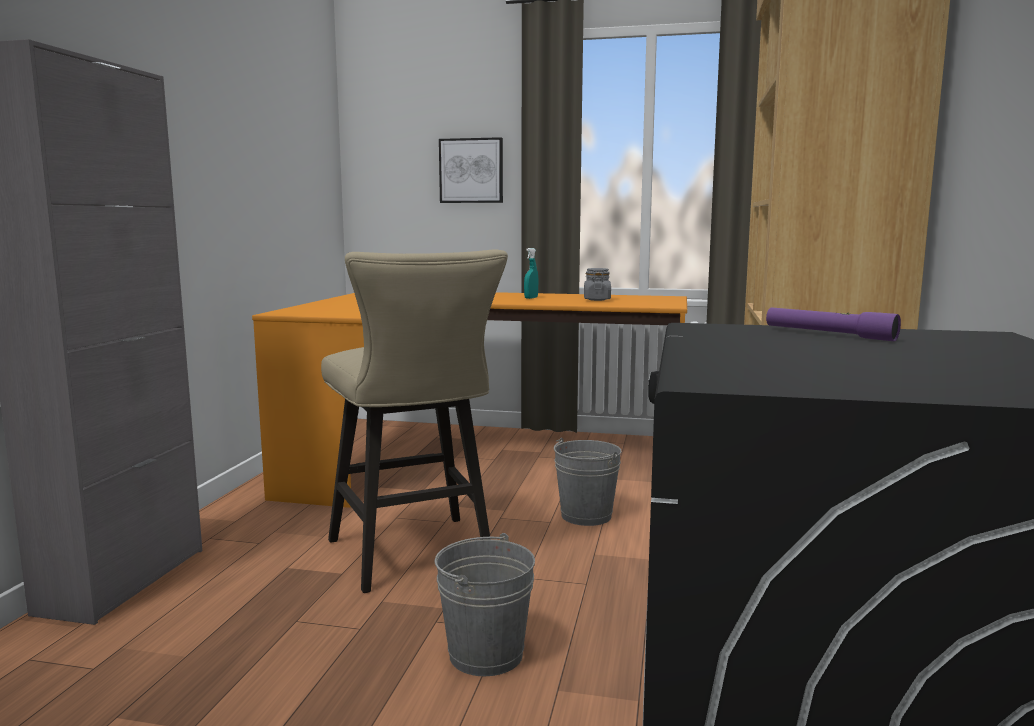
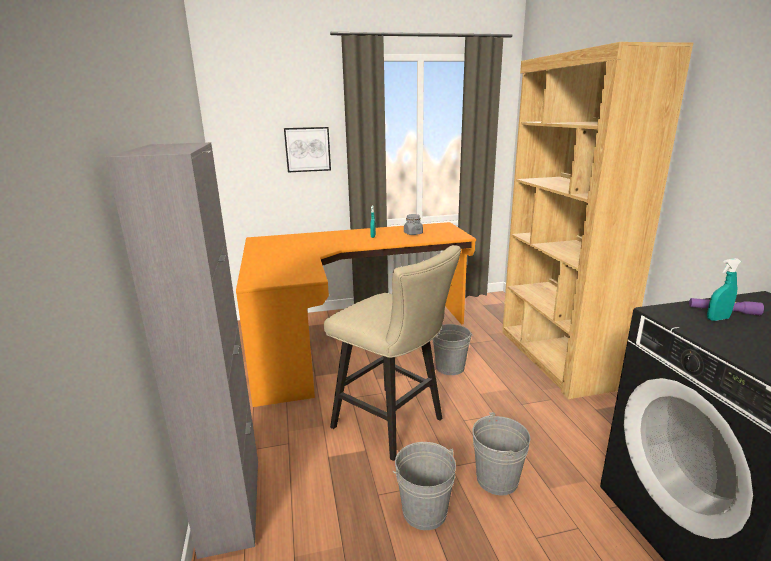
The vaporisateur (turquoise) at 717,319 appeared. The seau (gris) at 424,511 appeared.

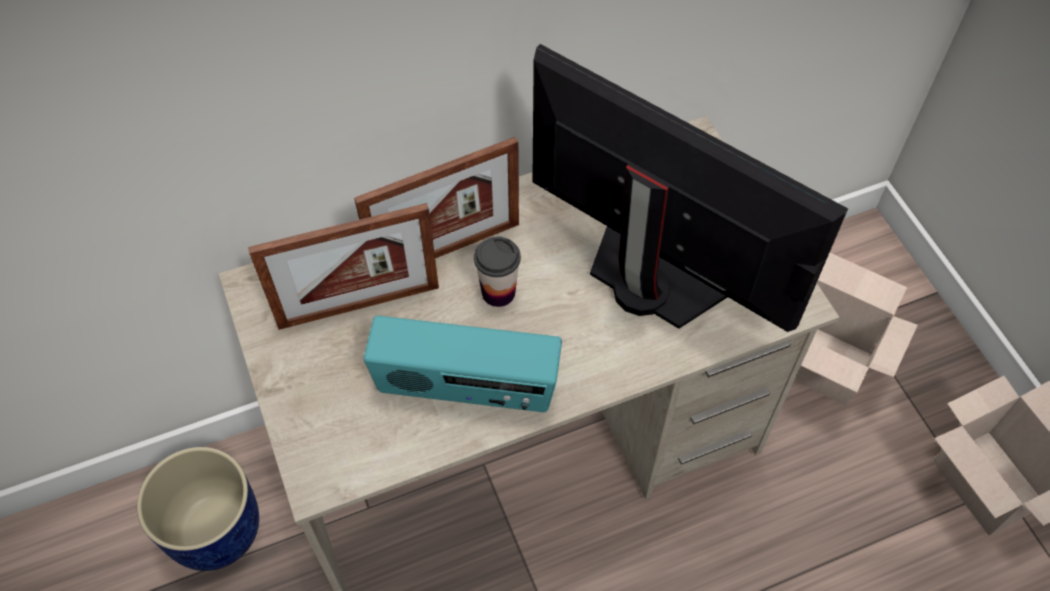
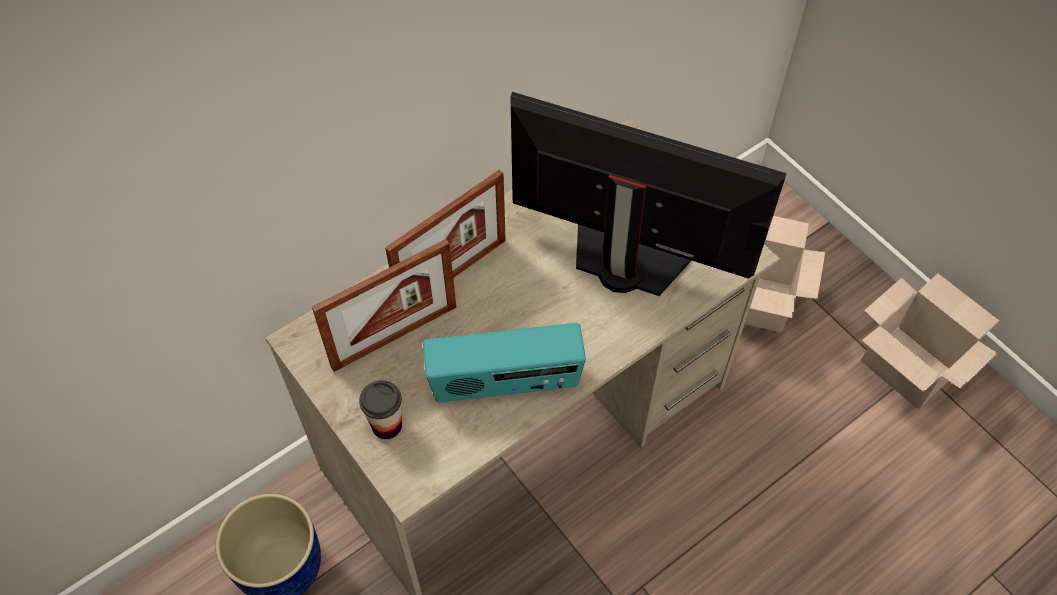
The tasse moved from 498,292 to 387,425.

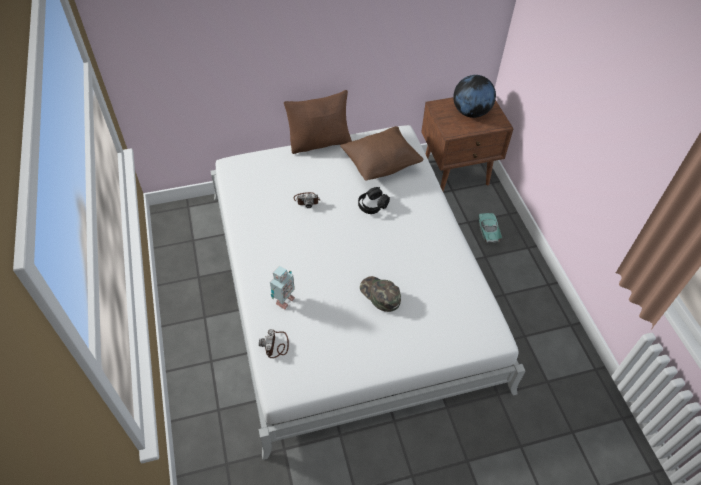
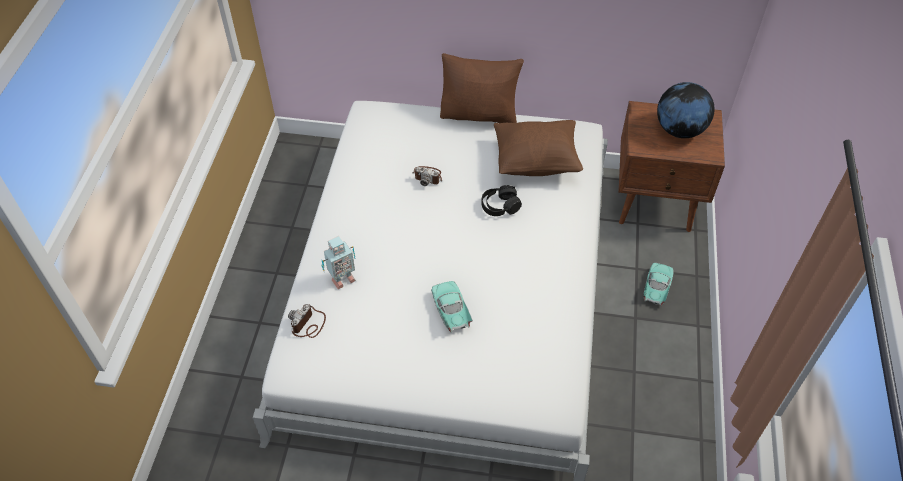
The casquette (vert) at 380,295 was replaced by the petite voiture (turquoise) at 451,311.

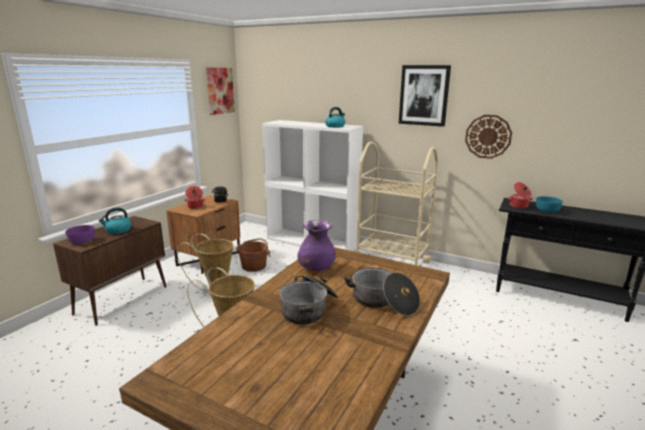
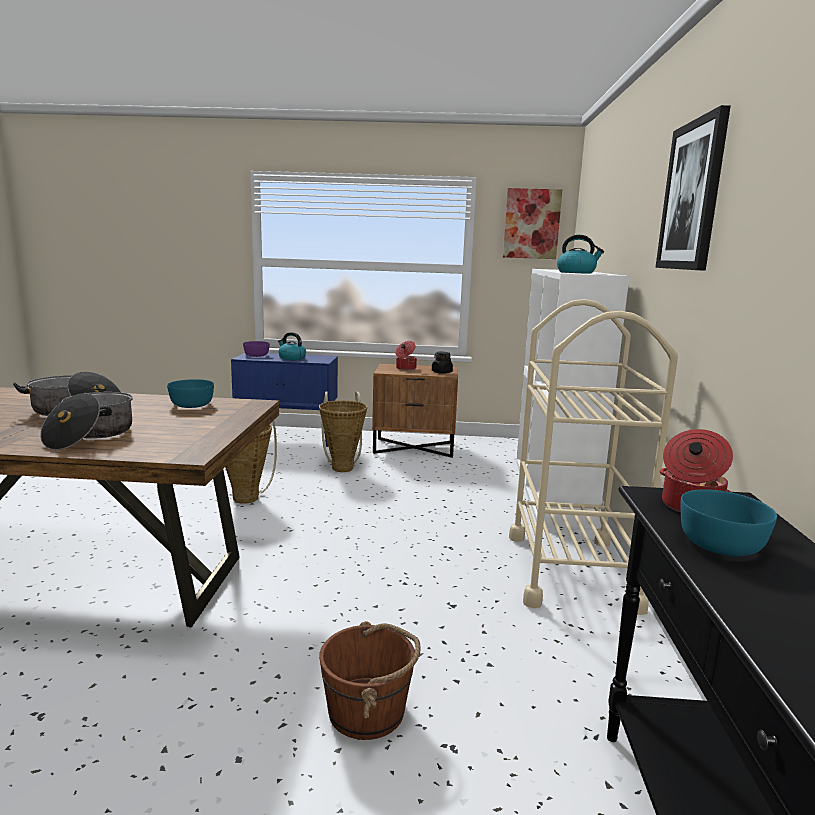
The horloge murale at 488,136 disappeared. The meuble de rangement (marron) at 123,299 became the meuble de rangement (bleu) at 288,438. The vase (violet) at 316,268 was replaced by the bol (turquoise) at 191,405. The seau (marron) moved from 254,266 to 368,711.

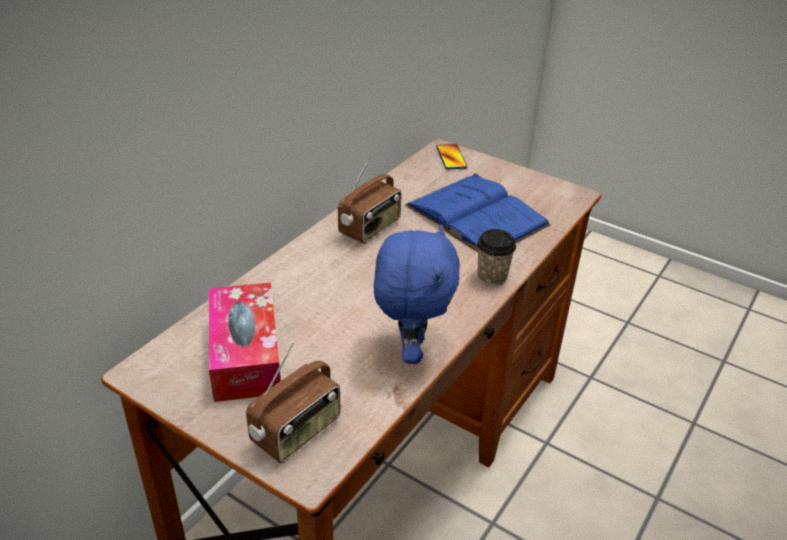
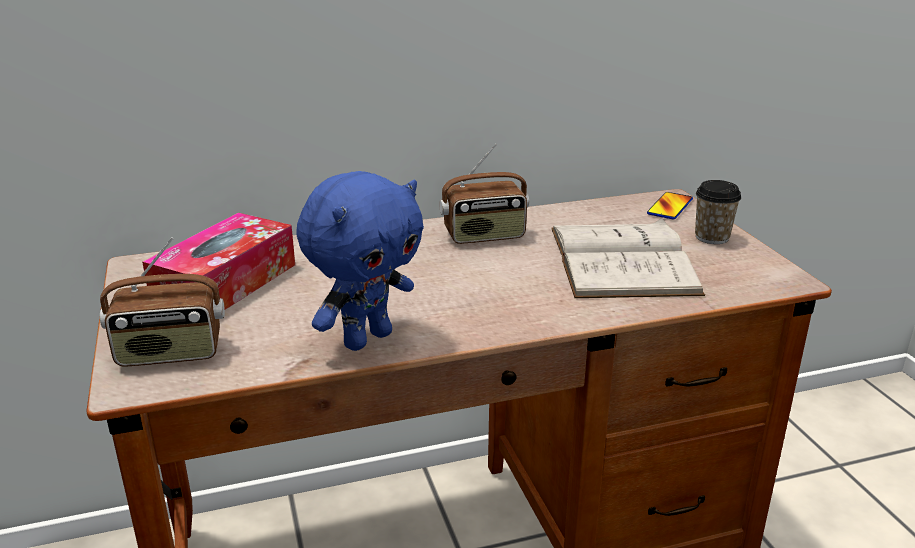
The livre (bleu) at 476,215 became the livre (blanc) at 622,260. The tasse moved from 492,277 to 712,237.

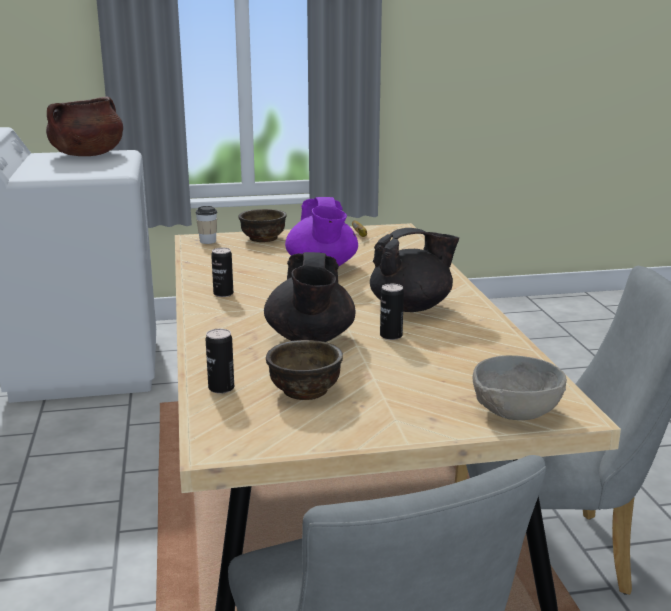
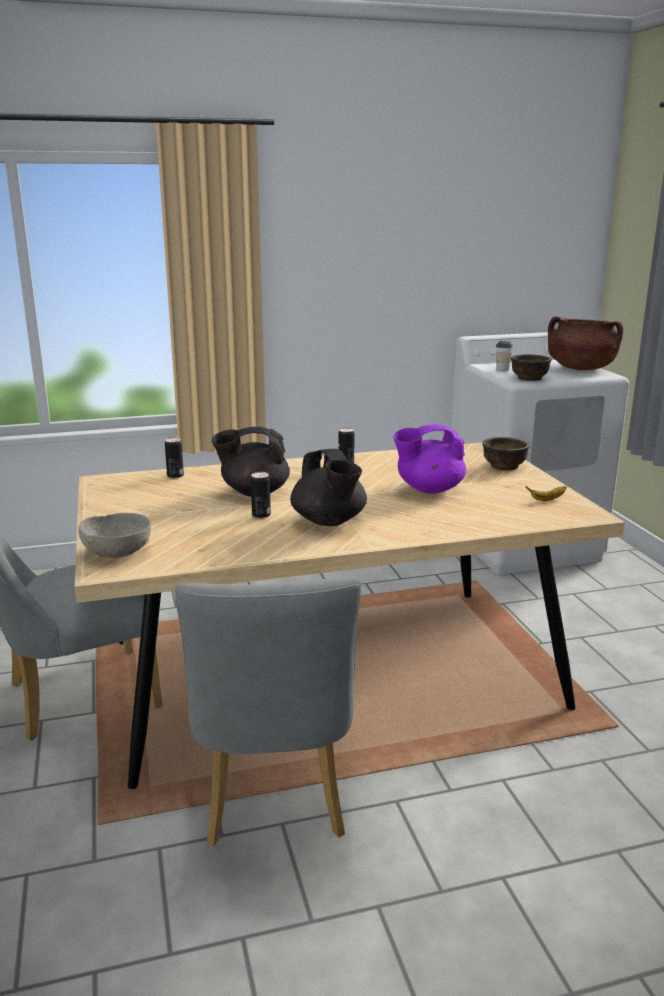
The tasse moved from 208,241 to 502,369. The bol (marron) moved from 305,391 to 529,378.

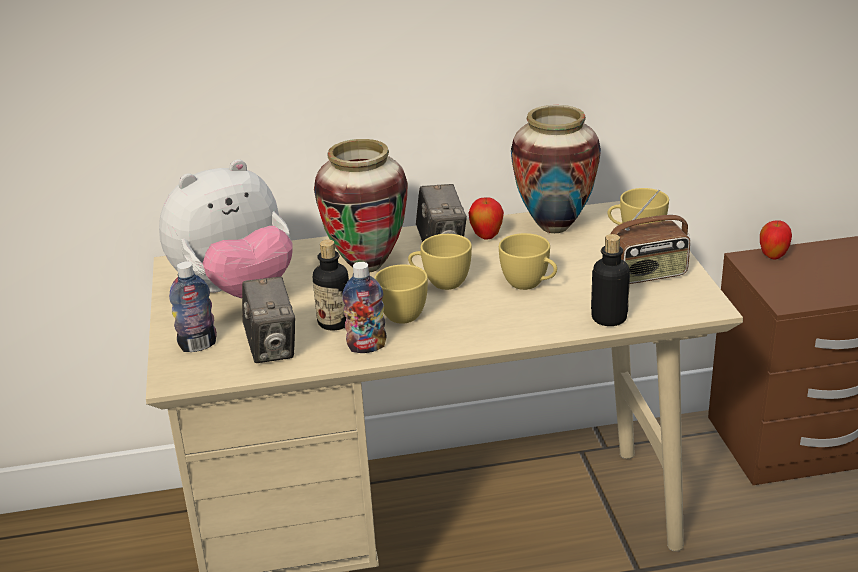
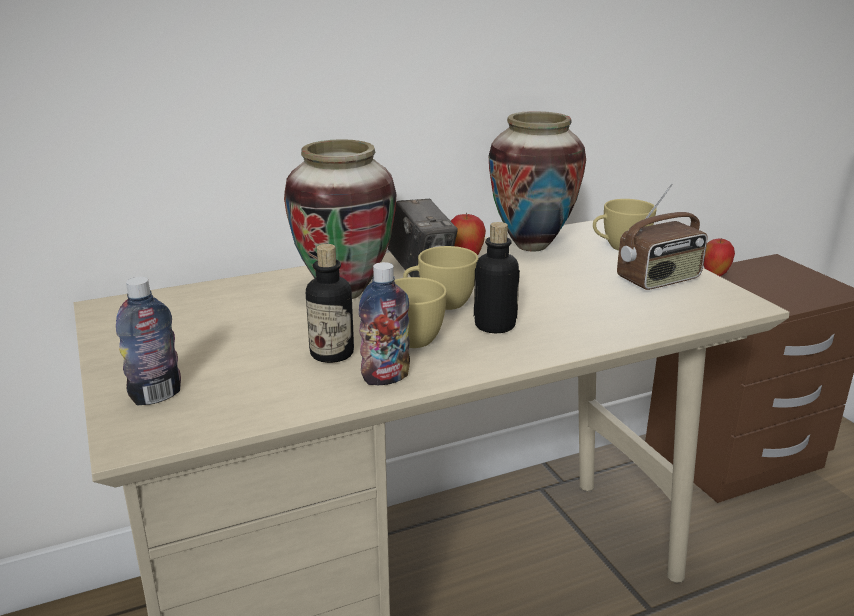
The peluche at 236,290 disappeared. The tasse (jaune) at 529,284 disappeared. The bouteille moved from 609,318 to 495,325. The appareil photo at 272,348 disappeared.

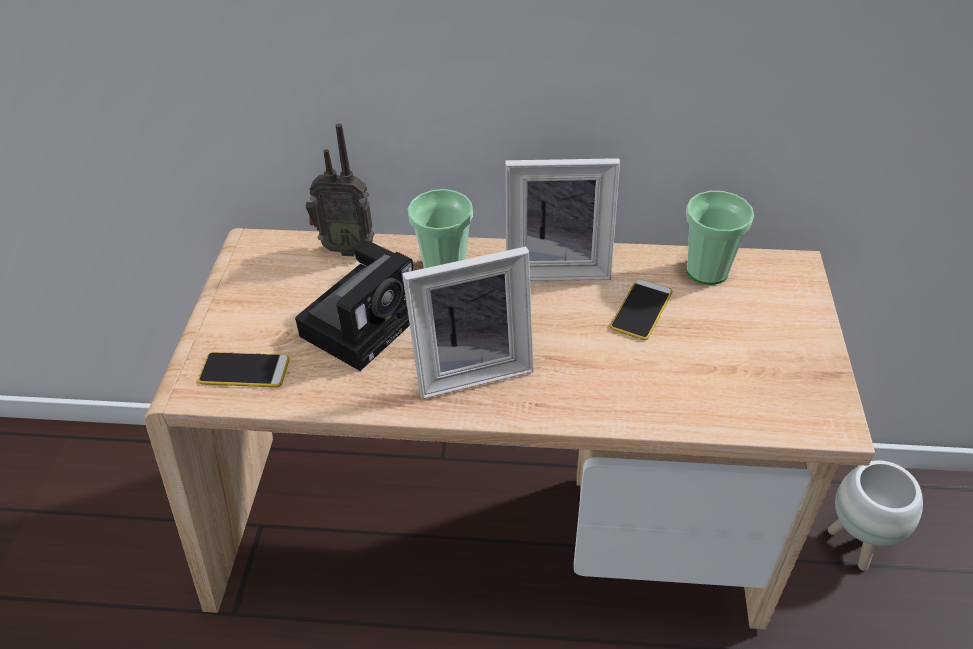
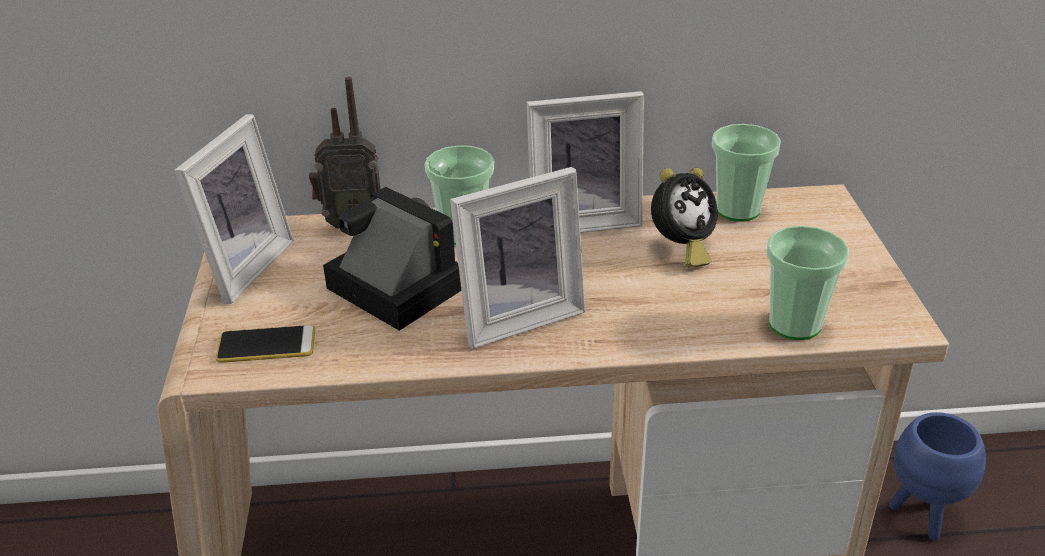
The appareil photo at 365,320 turned 75 degrees counterclockwise. The téléphone at 641,310 was replaced by the réveil at 681,249. The cache-pot (blanc) at 857,545 became the cache-pot (bleu) at 923,516. The cadre photo at 241,267 appeared. The tasse at 794,324 appeared.

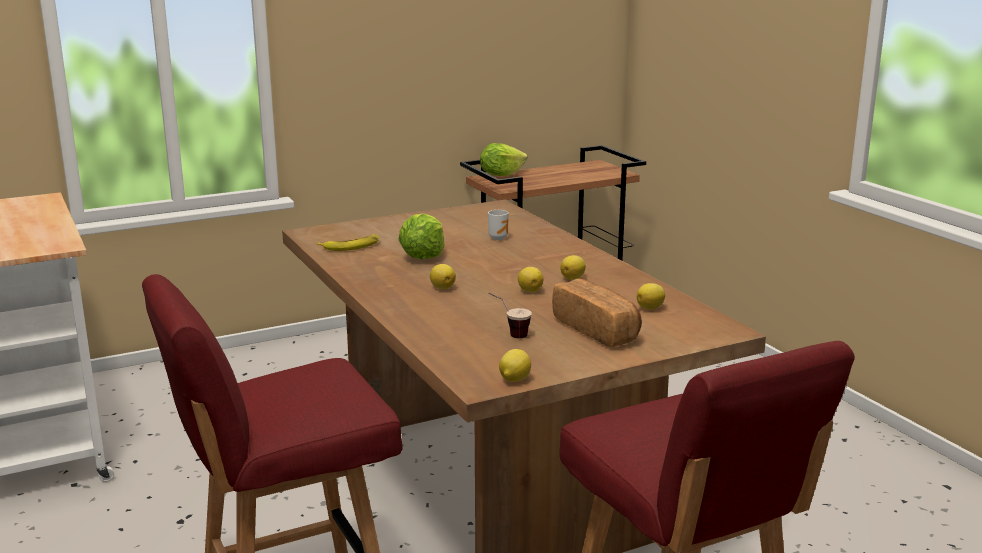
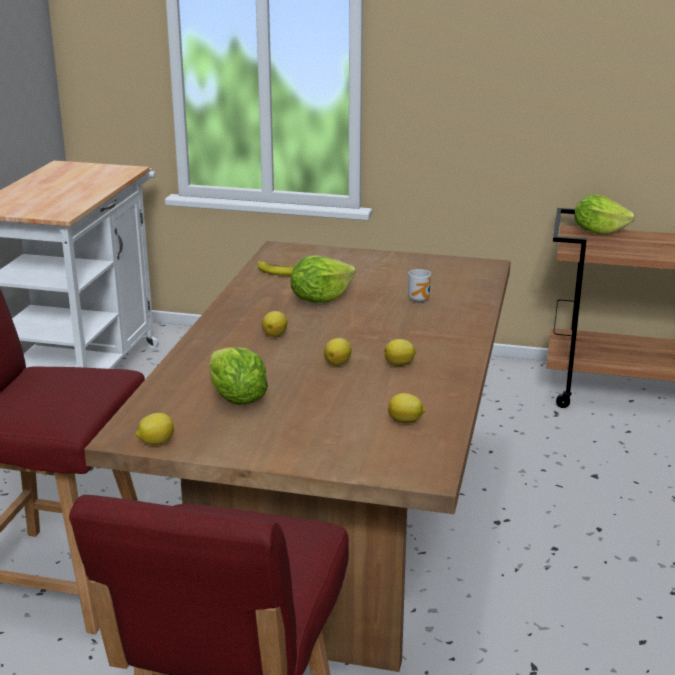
The pain at 597,330 disappeared. The tasse at 509,334 was replaced by the laitue at 236,399.

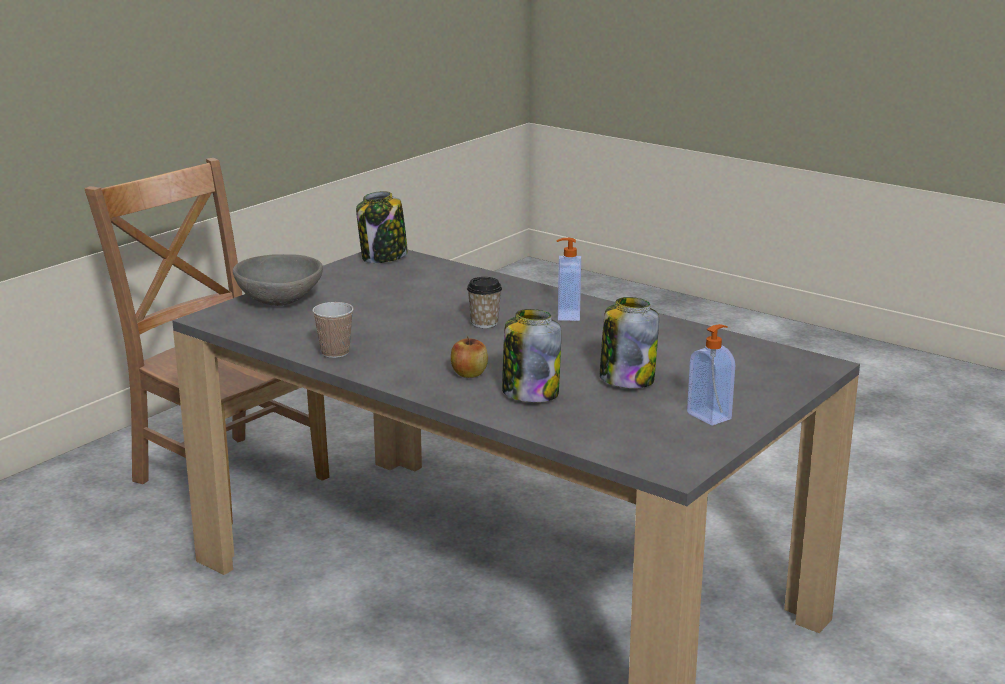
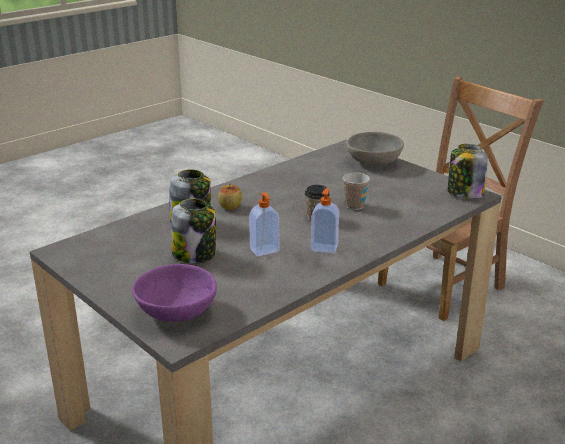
The tasse moved from 335,352 to 354,206. The distributeur de savon moved from 710,416 to 265,251. The bol (violet) at 177,312 appeared.

